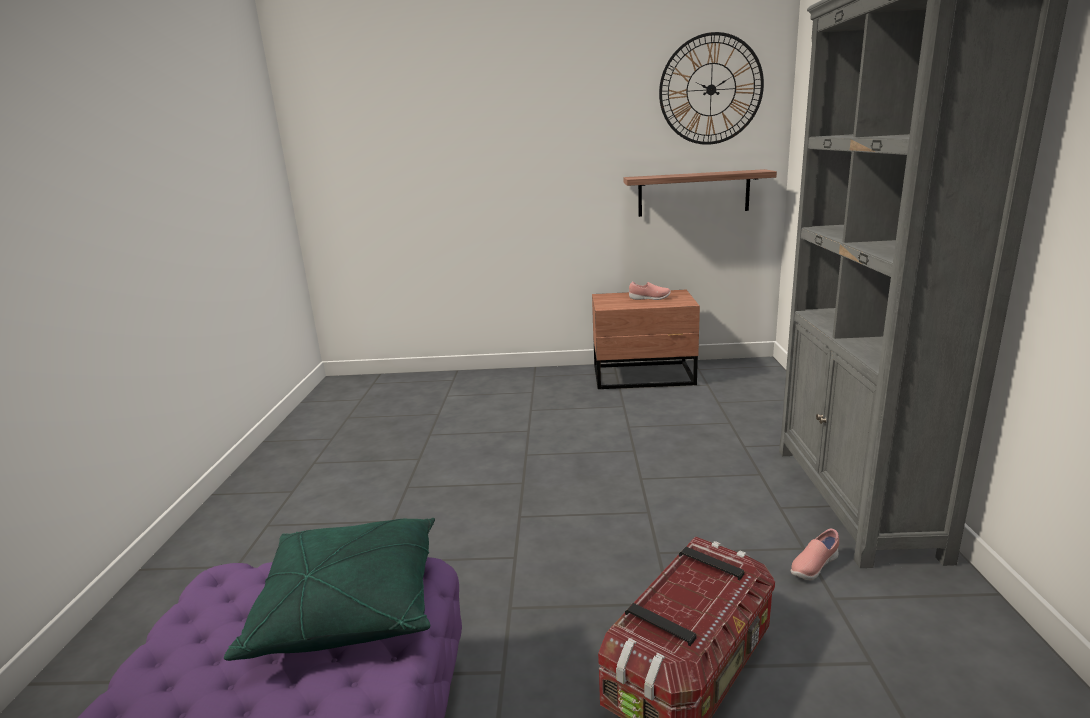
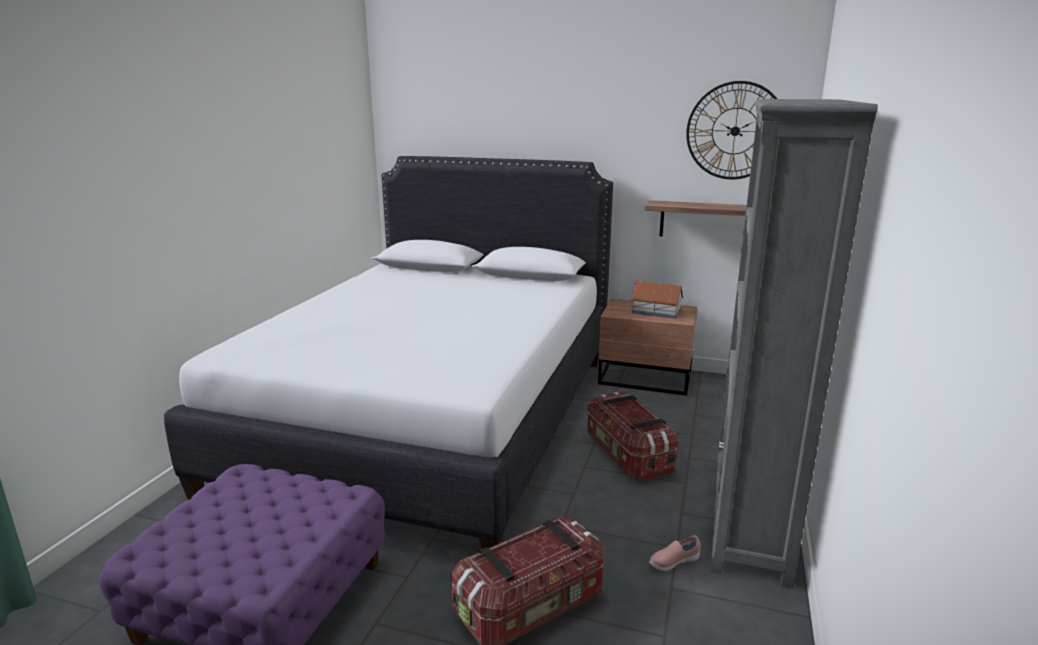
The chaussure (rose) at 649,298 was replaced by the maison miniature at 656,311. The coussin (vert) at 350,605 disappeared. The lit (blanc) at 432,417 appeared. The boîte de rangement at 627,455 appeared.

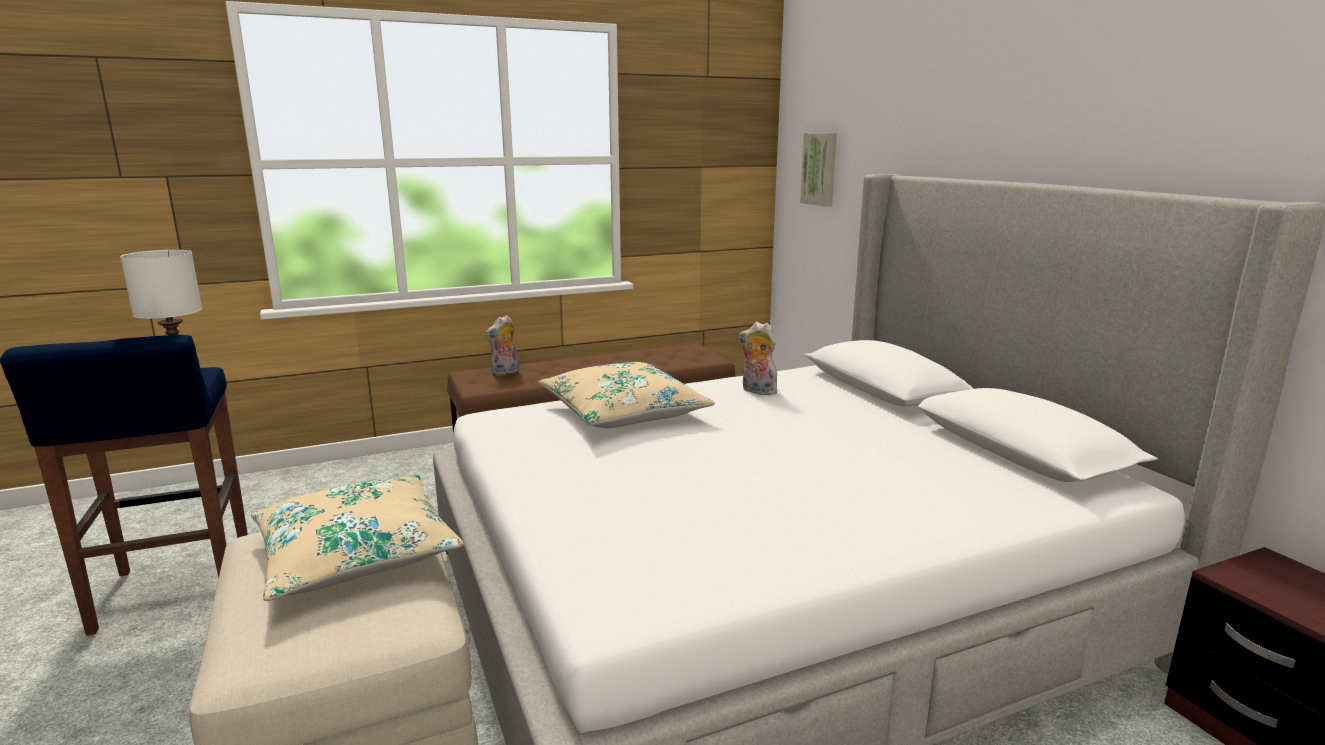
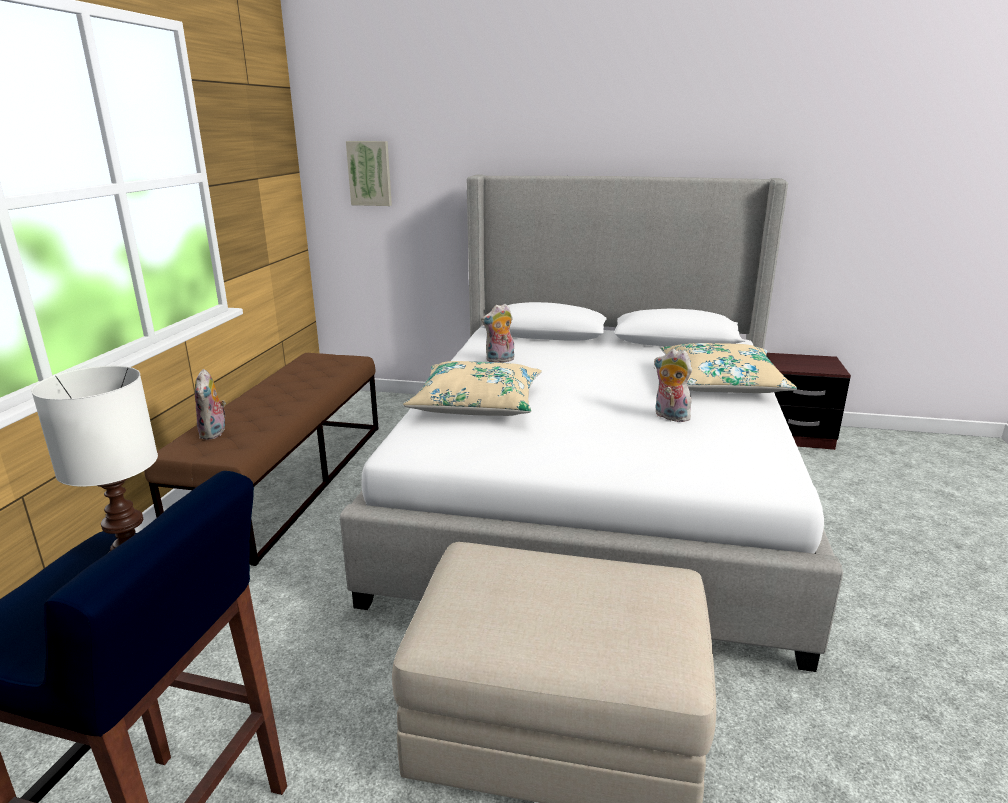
The coussin (beige) moved from 356,553 to 721,383. The peluche at 669,416 appeared.

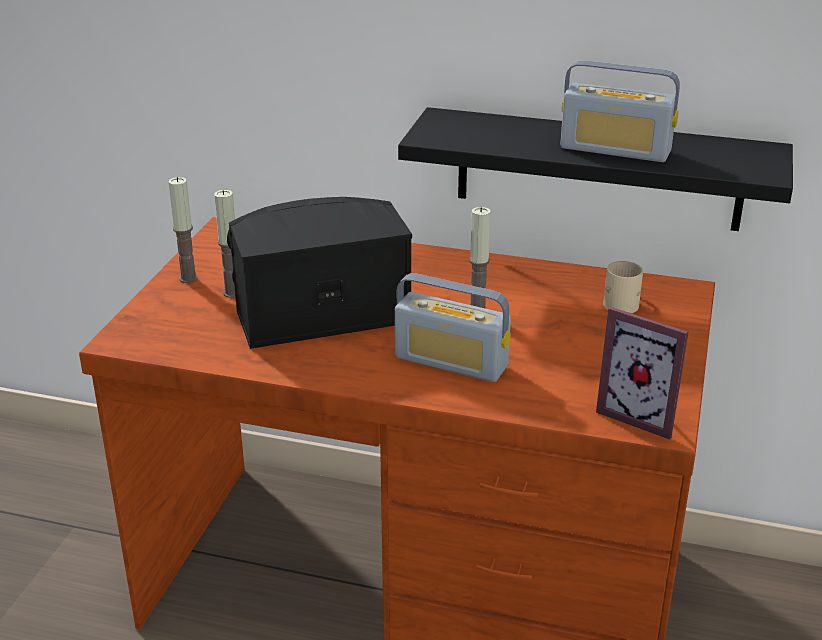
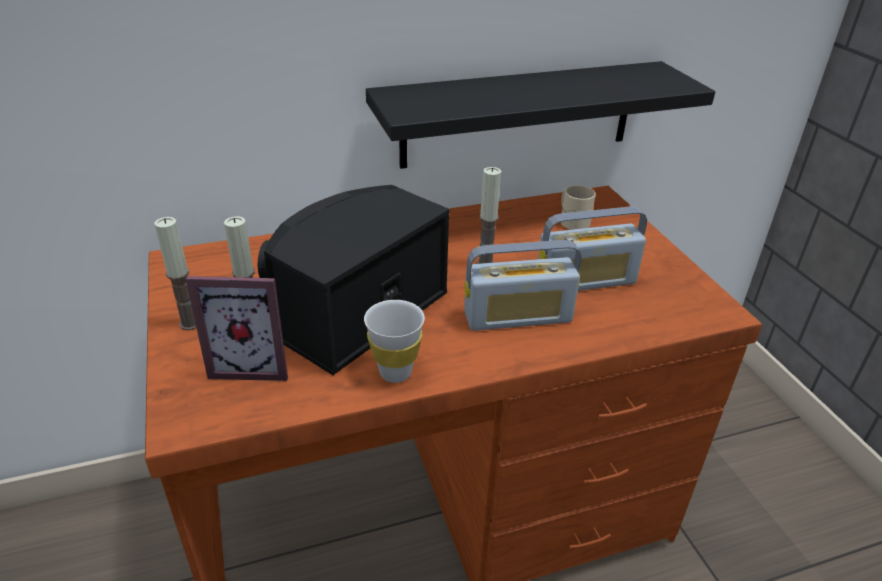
The radio moved from 615,150 to 585,281. The cadre photo moved from 642,414 to 252,364. The tasse (blanc) at 395,372 appeared.

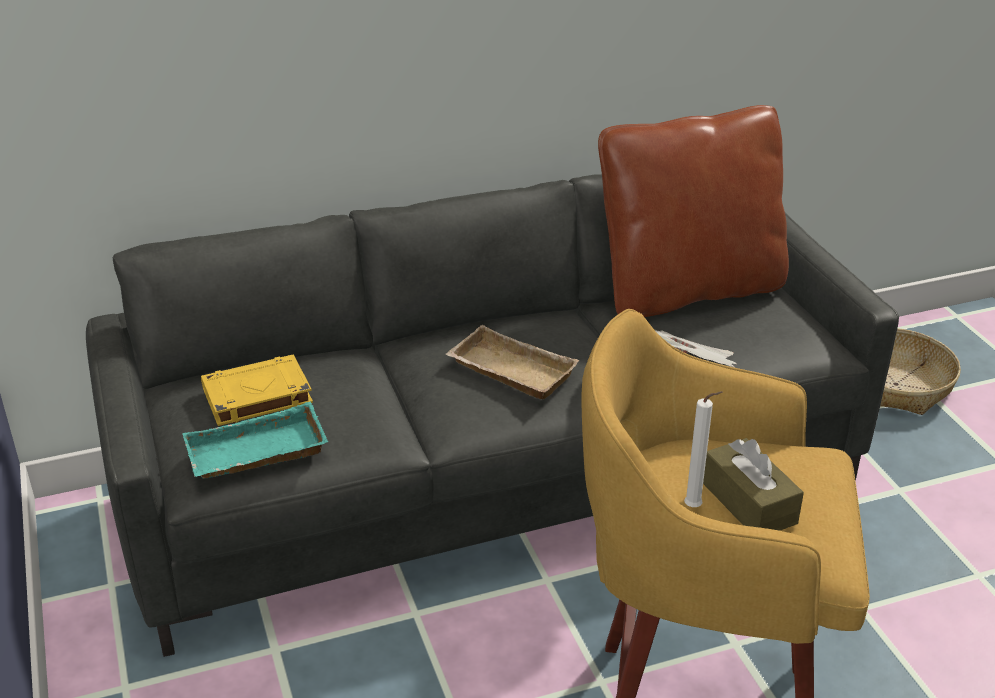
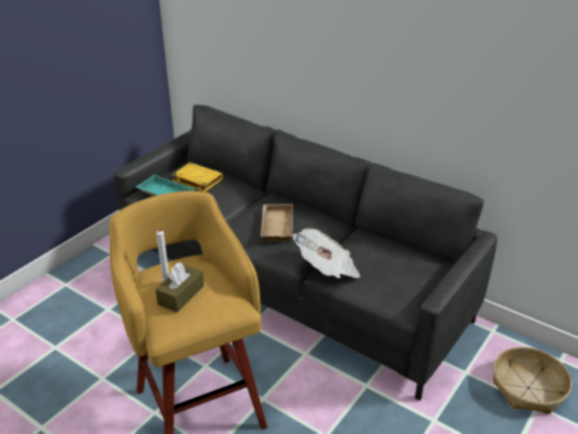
The coussin (marron) at 688,290 disappeared.

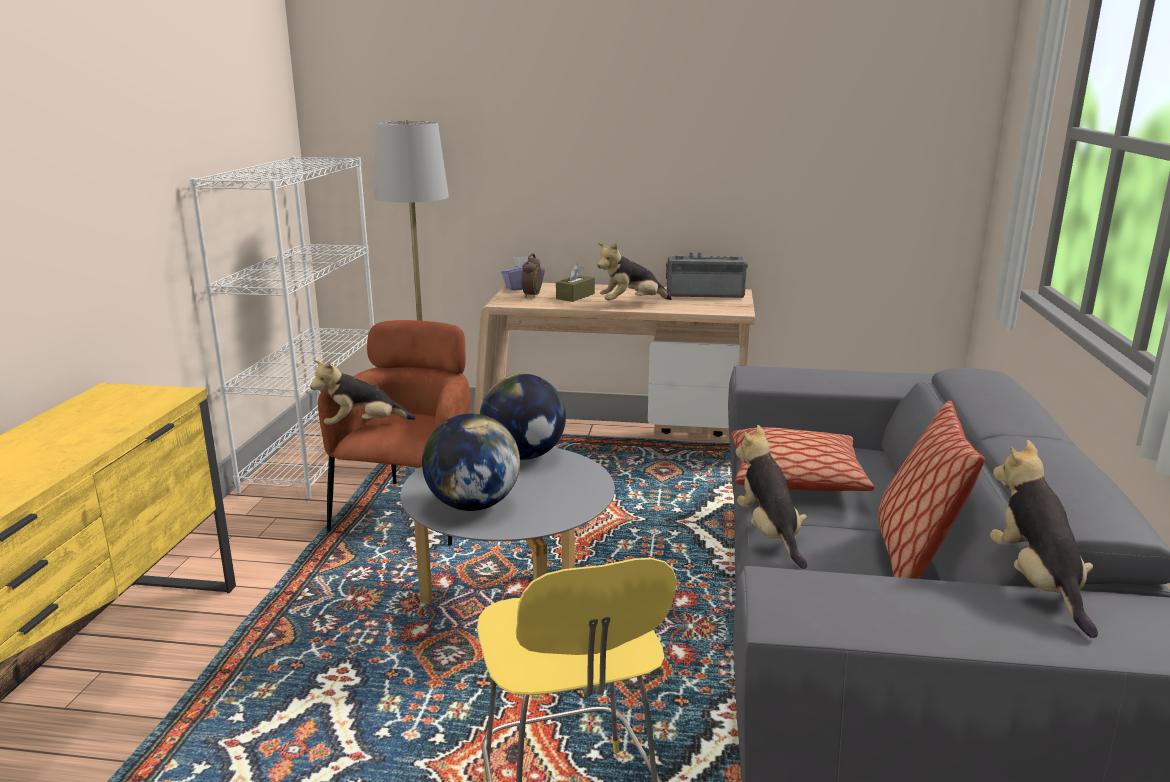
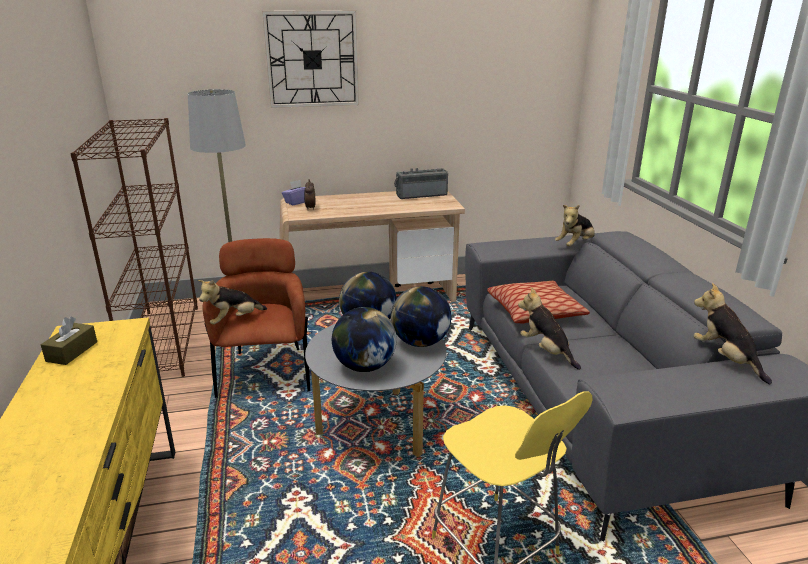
The bibliothèque (blanc) at 315,454 became the bibliothèque (marron) at 164,341. The peluche moved from 631,304 to 575,245. The boîte à mouchoirs (marron) moved from 575,296 to 72,351. The coussin at 914,556 disappeared. The horloge murale at 312,59 appeared. The globe at 420,342 appeared.

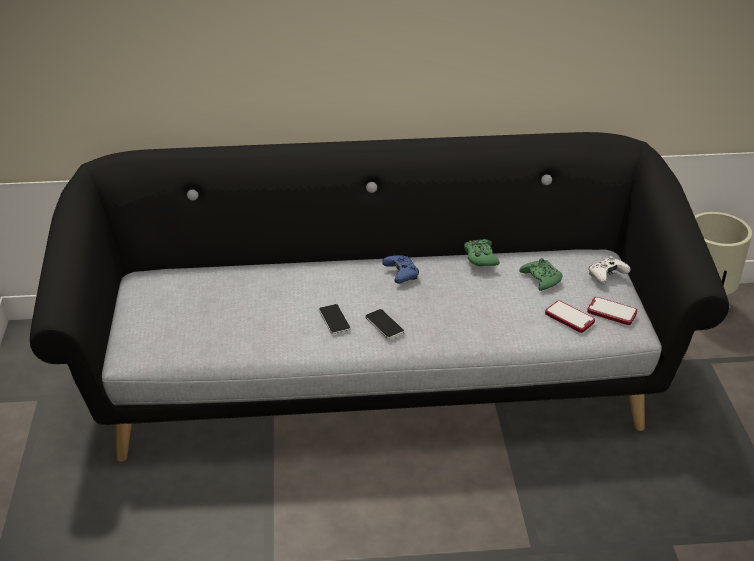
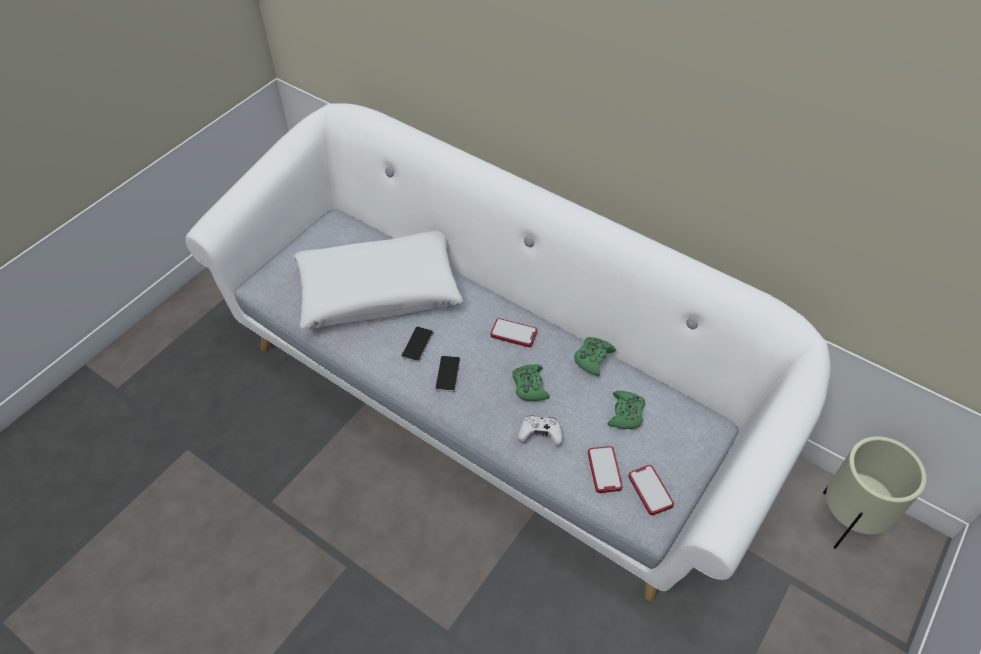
The canapé (noir) at 376,376 became the canapé (blanc) at 490,396. The manette (bleu) at 401,274 was replaced by the téléphone at 513,333. The manette (blanc) moved from 606,276 to 540,434. The coussin (blanc) at 378,290 appeared. The manette (vert) at 529,386 appeared.

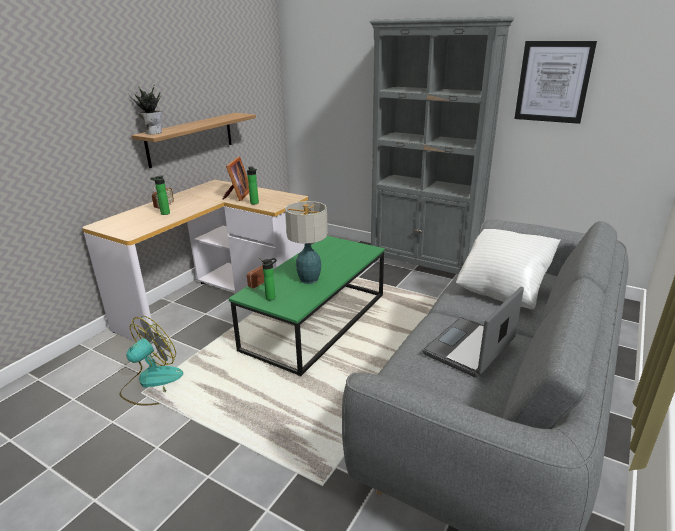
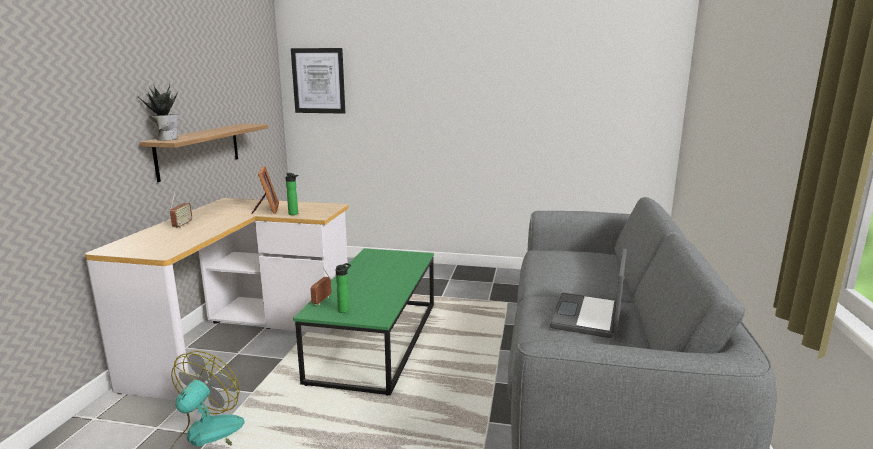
The bibliothèque (gris) at 423,265 disappeared. The tableau moved from 553,82 to 318,81. The bouteille at 163,213 disappeared. The lampe de table at 309,279 disappeared. The coussin (blanc) at 502,290 disappeared.

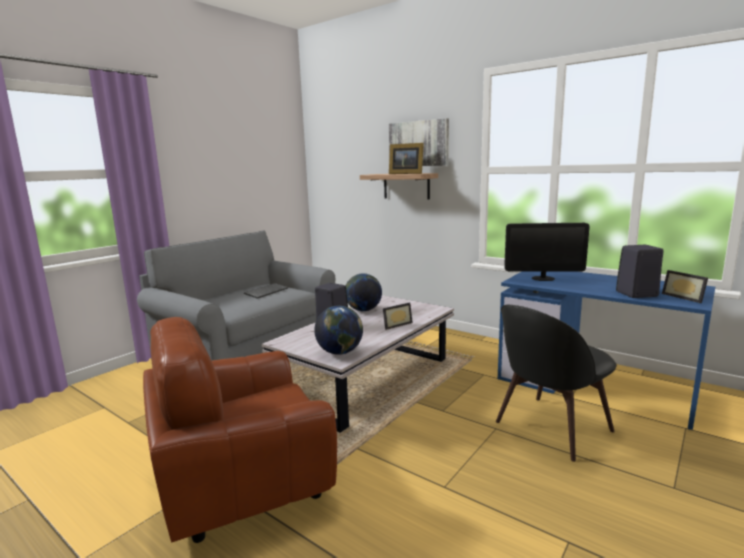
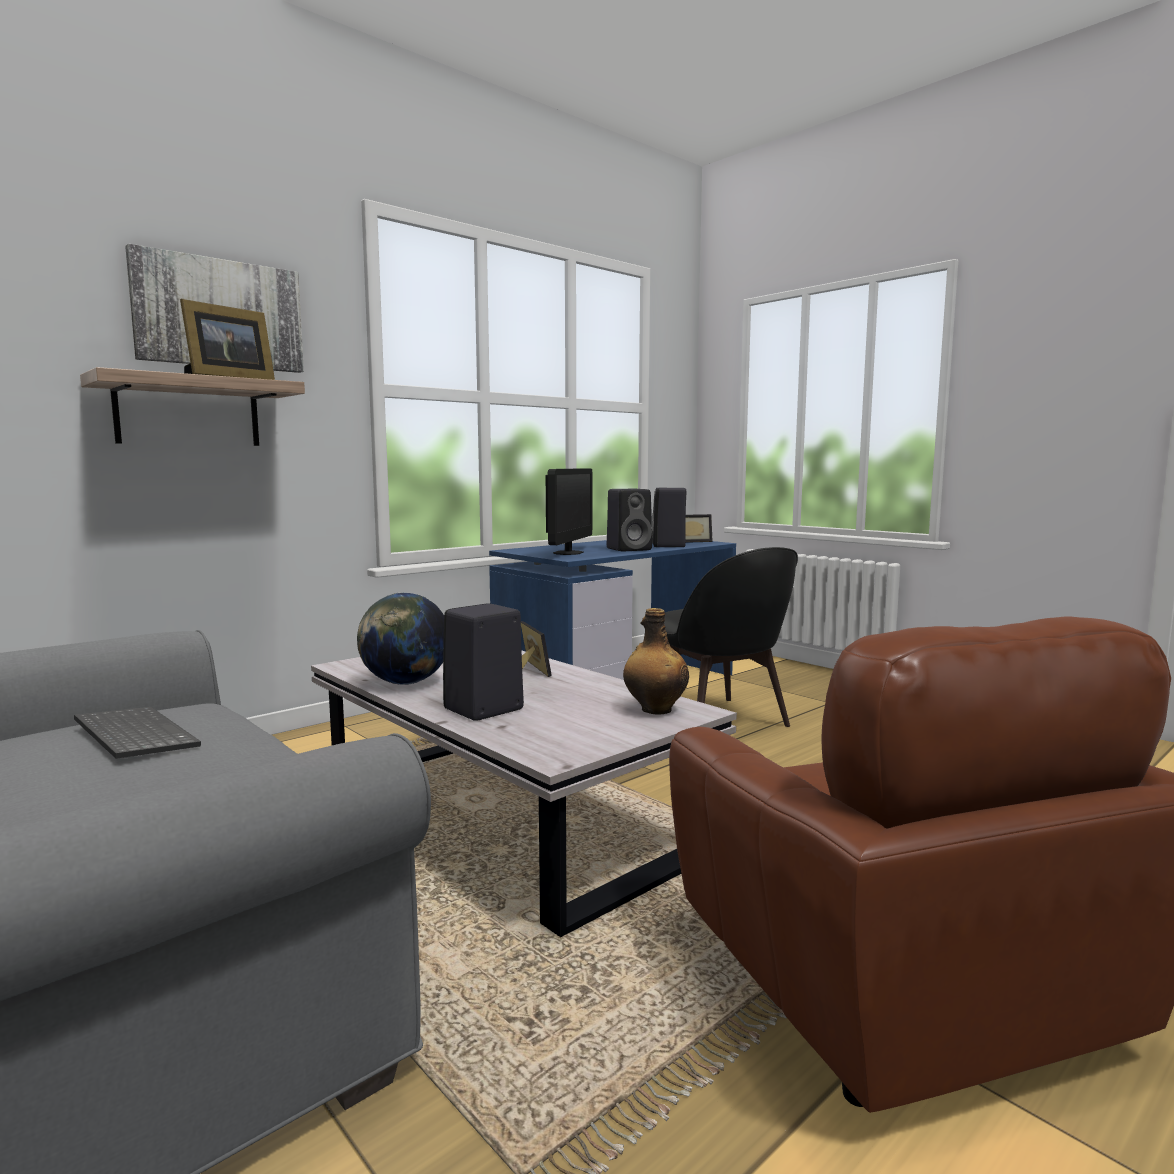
The globe at 340,352 was replaced by the bouteille at 655,709. The enceinte (noir) at 630,549 appeared.

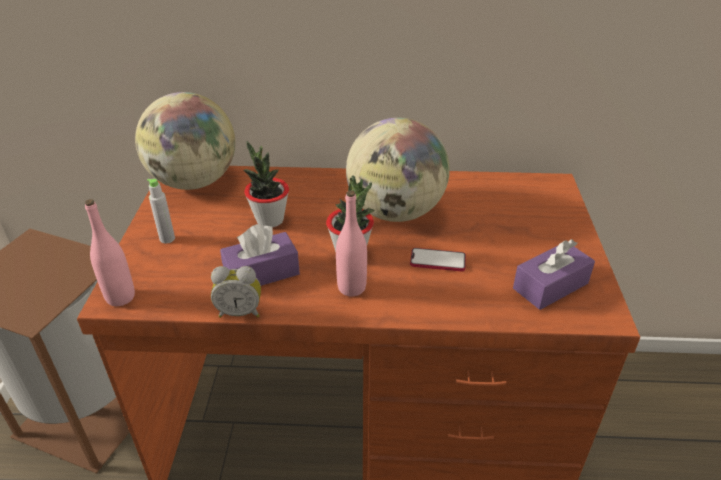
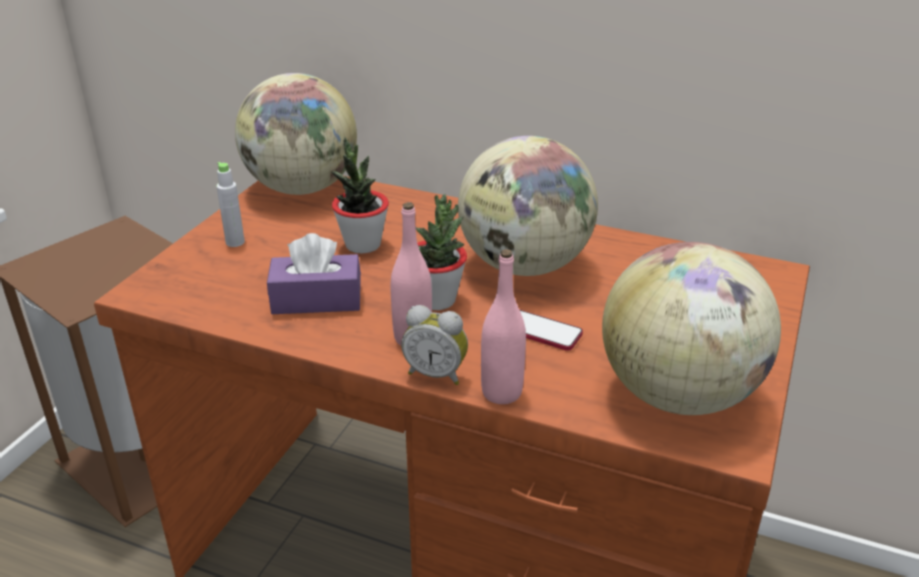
The bouteille (rose) moved from 120,297 to 501,392. The boîte à mouchoirs (violet) at 550,286 was replaced by the globe at 678,394. The réveil moved from 240,311 to 436,373.

